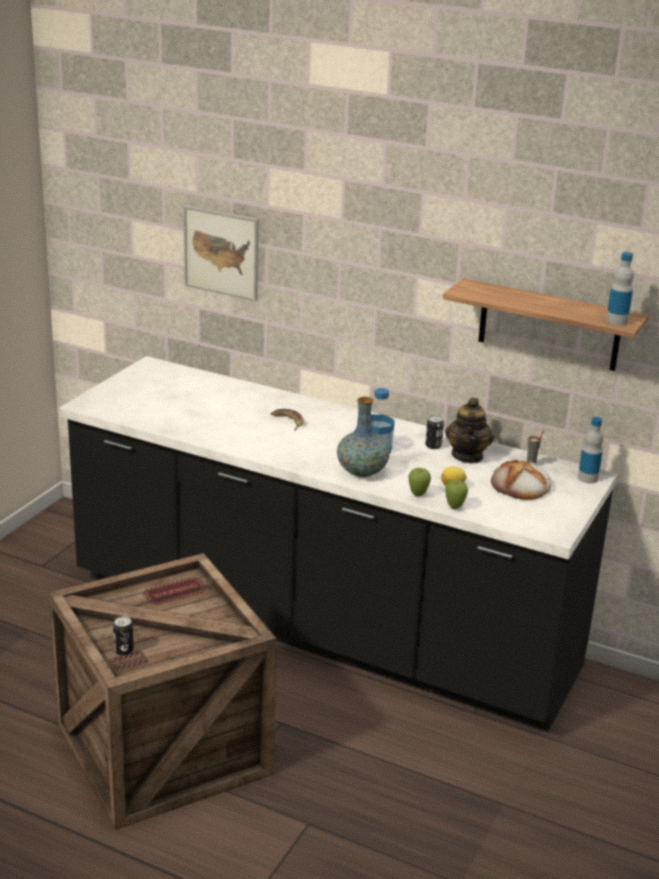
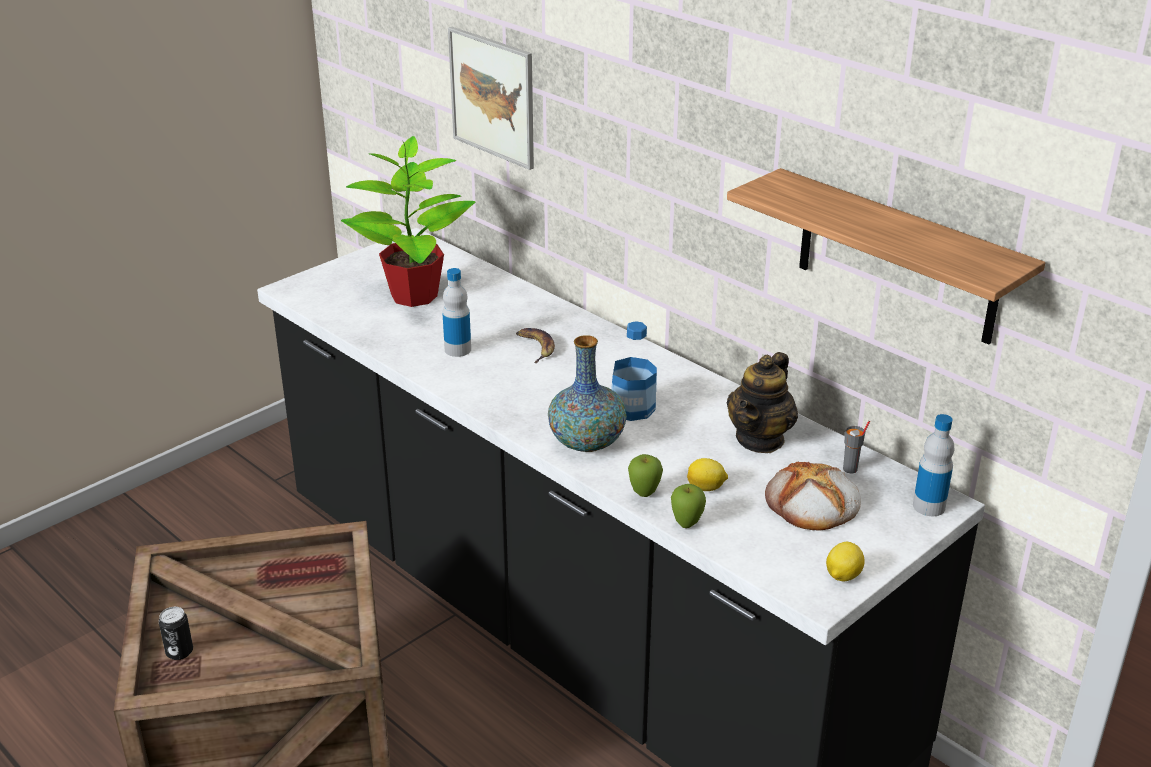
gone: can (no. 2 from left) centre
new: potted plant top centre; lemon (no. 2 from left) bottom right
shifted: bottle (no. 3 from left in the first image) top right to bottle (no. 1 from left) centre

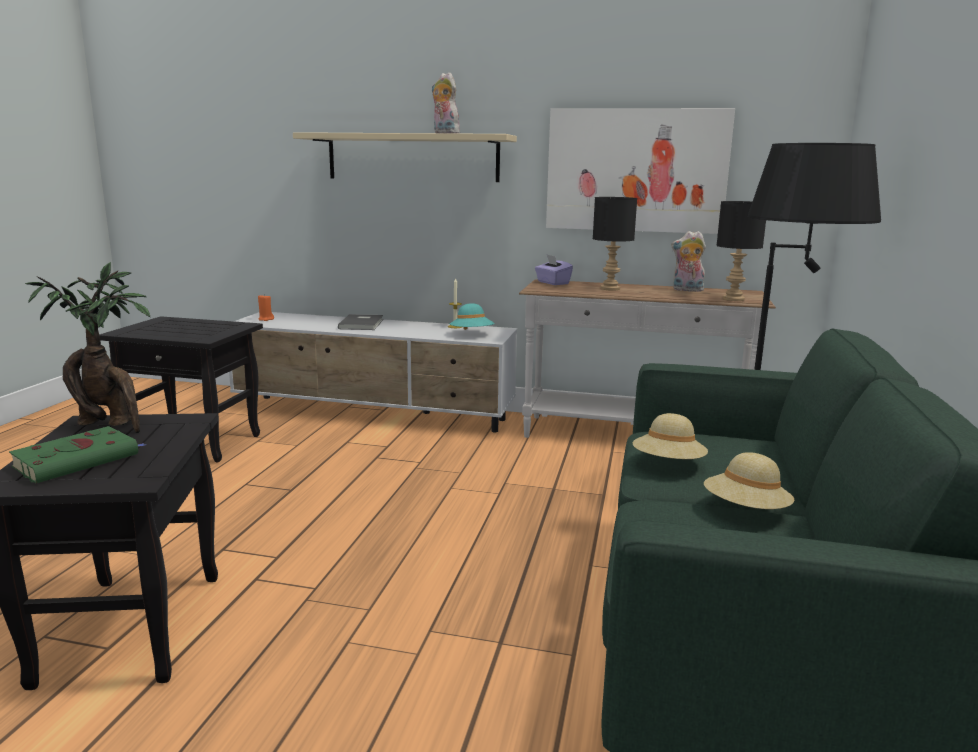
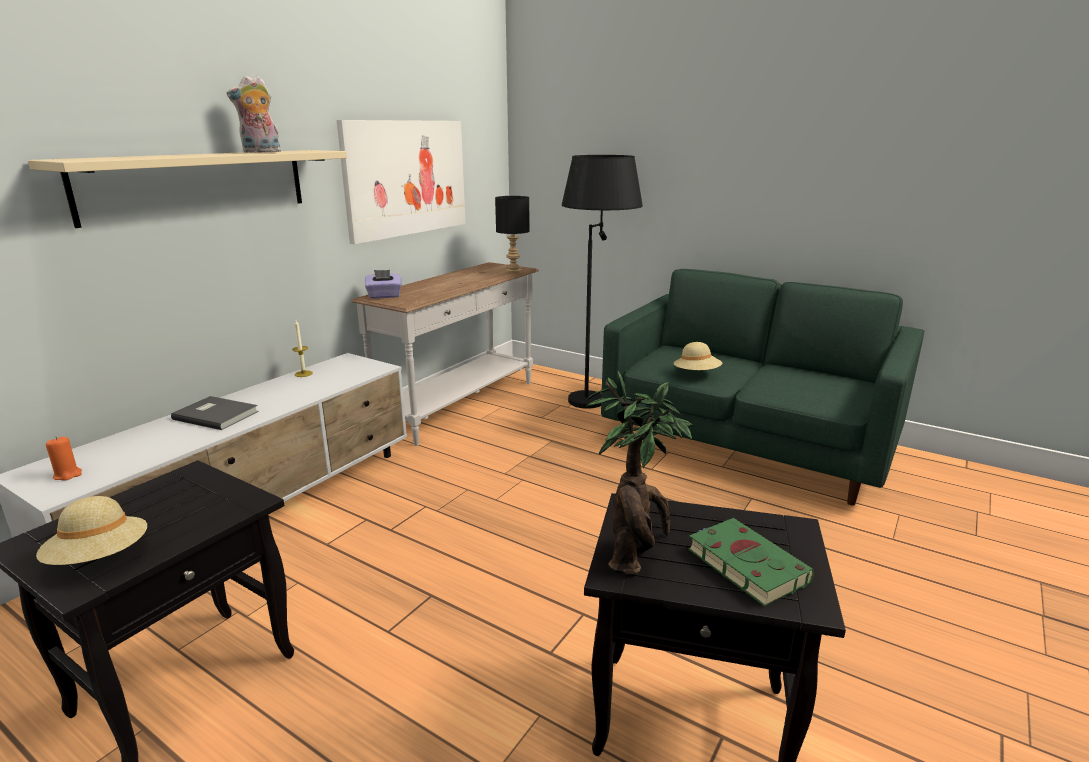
gone: black table lamp (no. 1 from left) top centre; plush toy (no. 2 from left) middle right; turquoise hat centre
shifted: beige hat (no. 2 from left in the first image) middle right to beige hat (no. 1 from left) bottom left

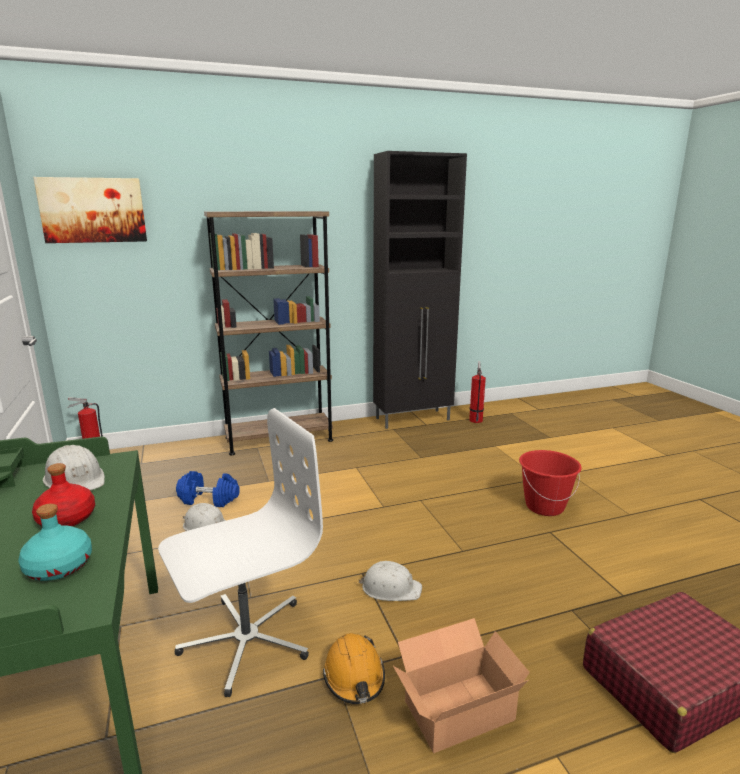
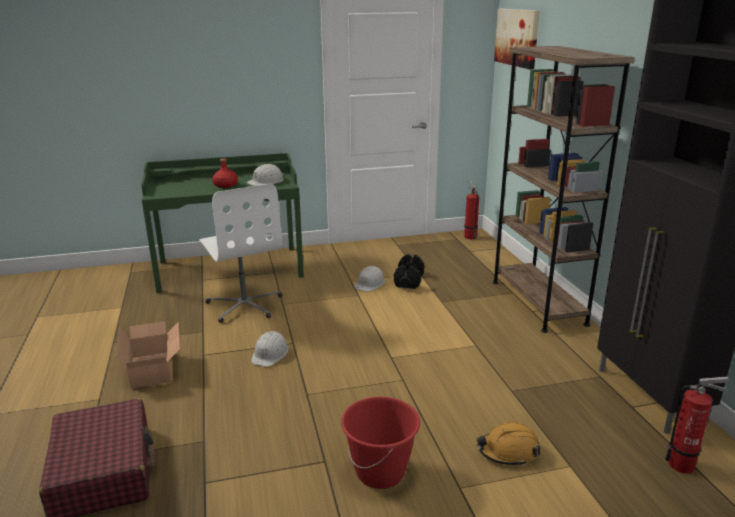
gone: turquoise bottle bottom left
shifted: orange hard hat bottom centre to bottom right
repainted: blue dumbbell middle left to black dumbbell centre

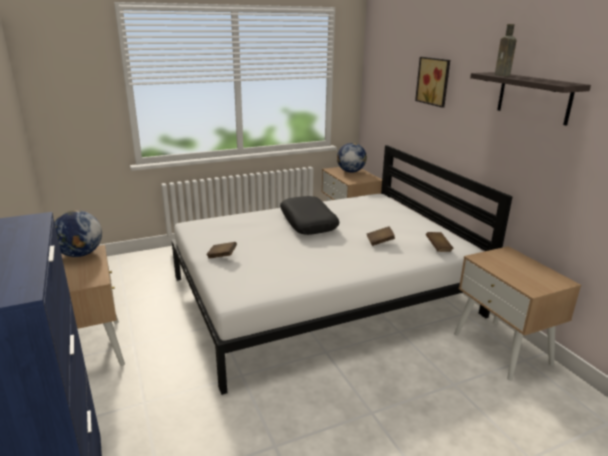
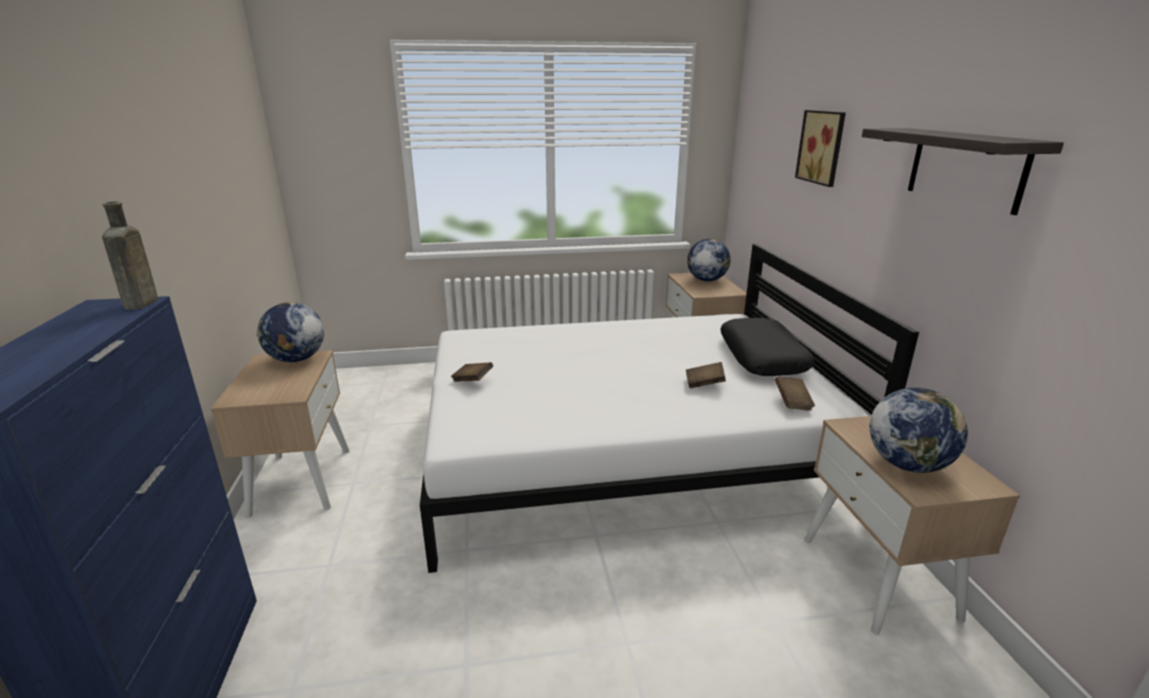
new: globe (no. 3 from left) middle right
shifted: brown bottle top right to middle left; black pillow centre to middle right

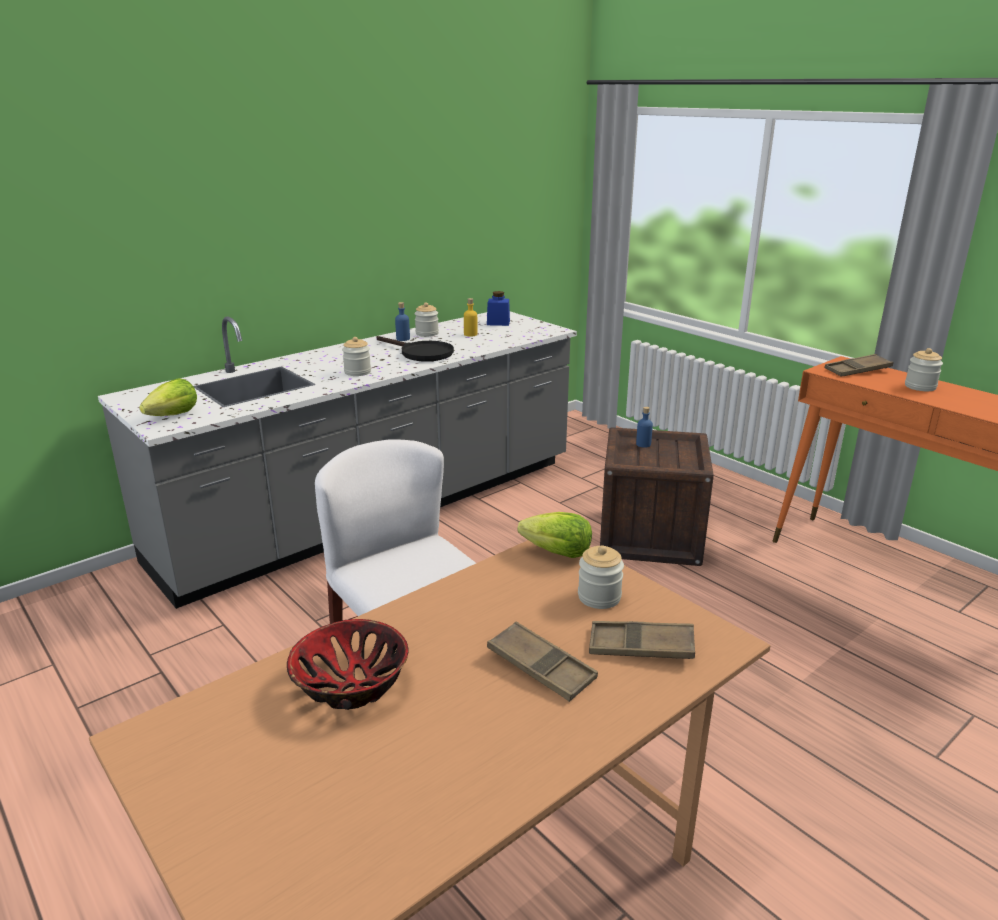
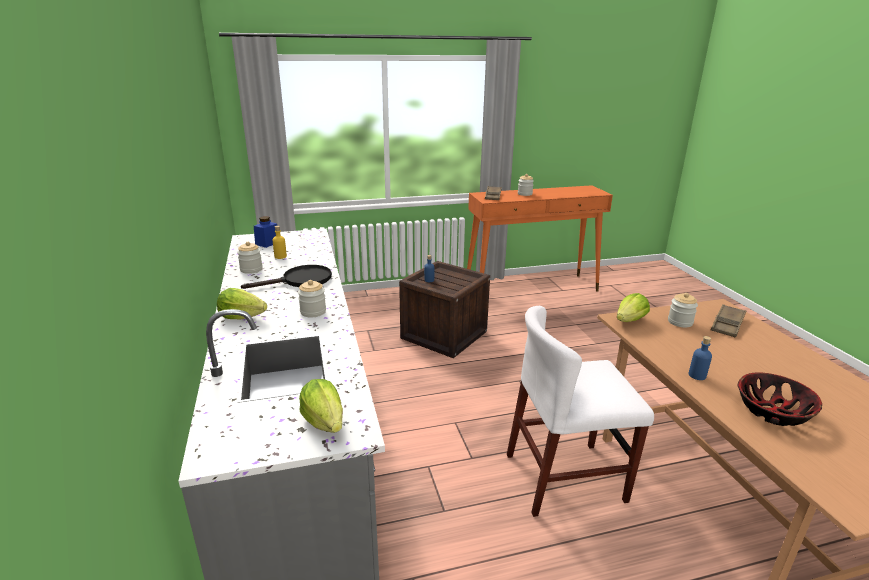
gone: brown tray (no. 1 from left) bottom centre
new: lettuce (no. 1 from left) middle left
shifted: blue bottle (no. 1 from left in the first image) centre to blue bottle (no. 2 from left) middle right

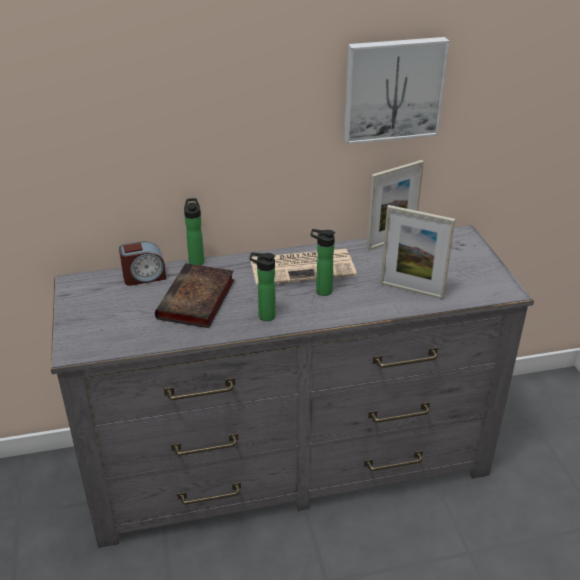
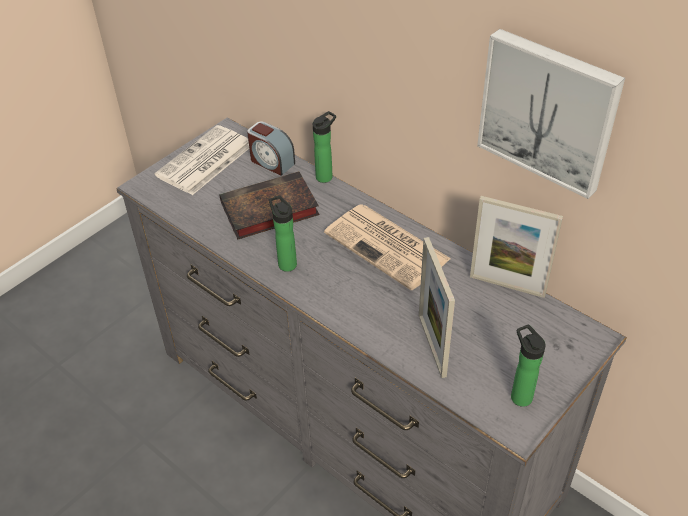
new: newspaper (no. 1 from left) top left
shifted: bottle (no. 3 from left) centre to bottom right

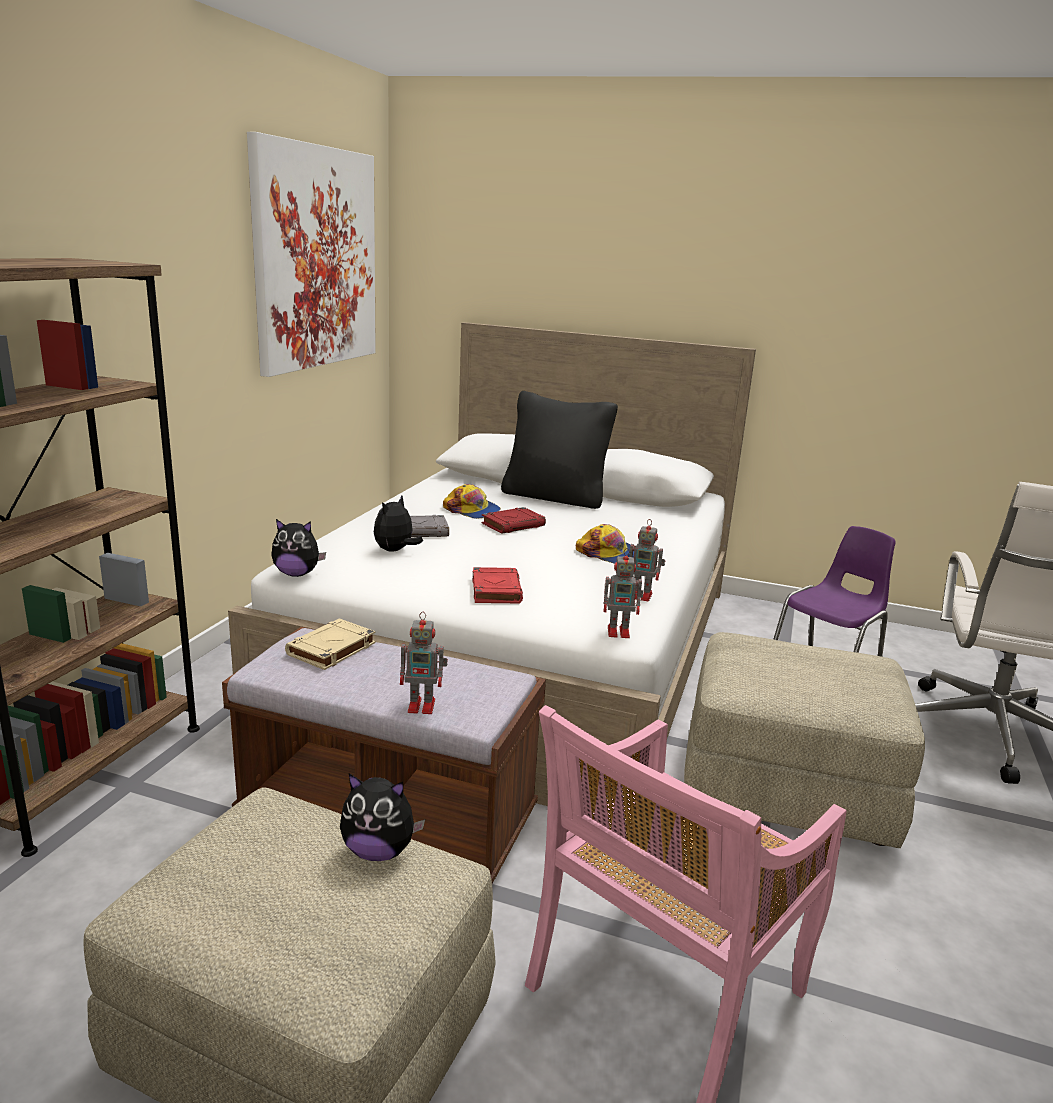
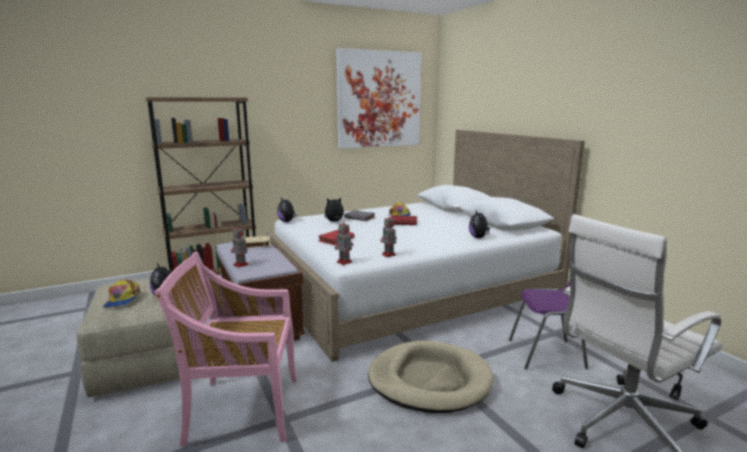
gone: black pillow centre
new: plush toy (no. 4 from left) centre
shifted: cap (no. 2 from left in the first image) centre to cap (no. 1 from left) middle left
swapped: beige ottoman (no. 2 from left) bottom right to beige dog bed bottom centre

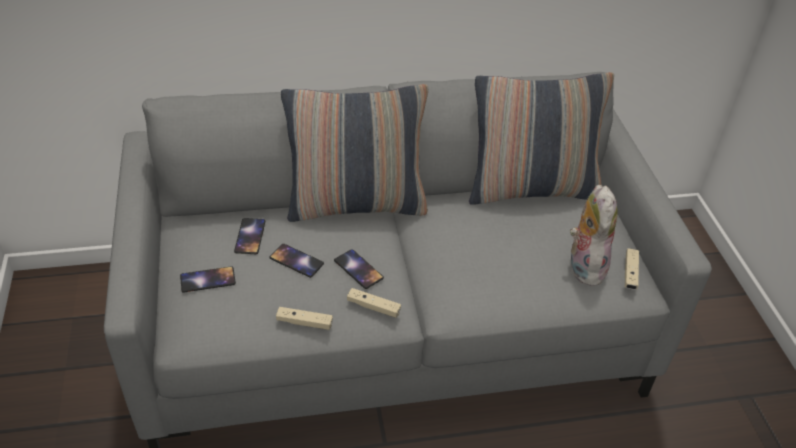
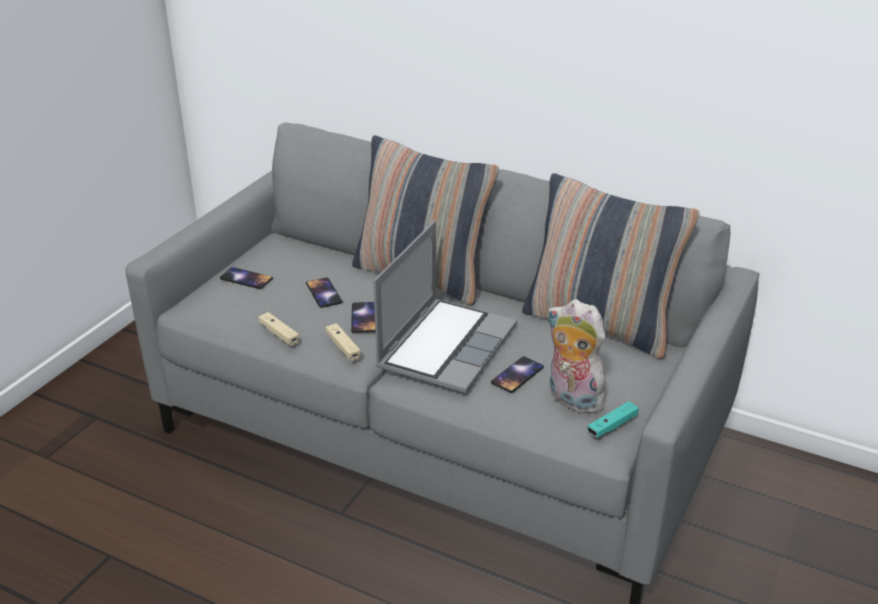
new: laptop centre
shifted: phone (no. 2 from left in the first image) middle left to phone (no. 4 from left) centre
repainted: beige game controller (no. 3 from left) middle right to turquoise game controller bottom right
rotated: plush toy middle right = centre 90 degrees counterclockwise

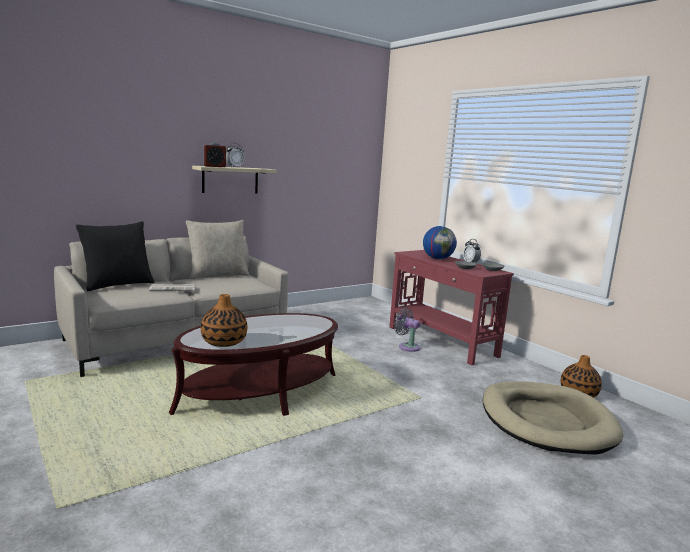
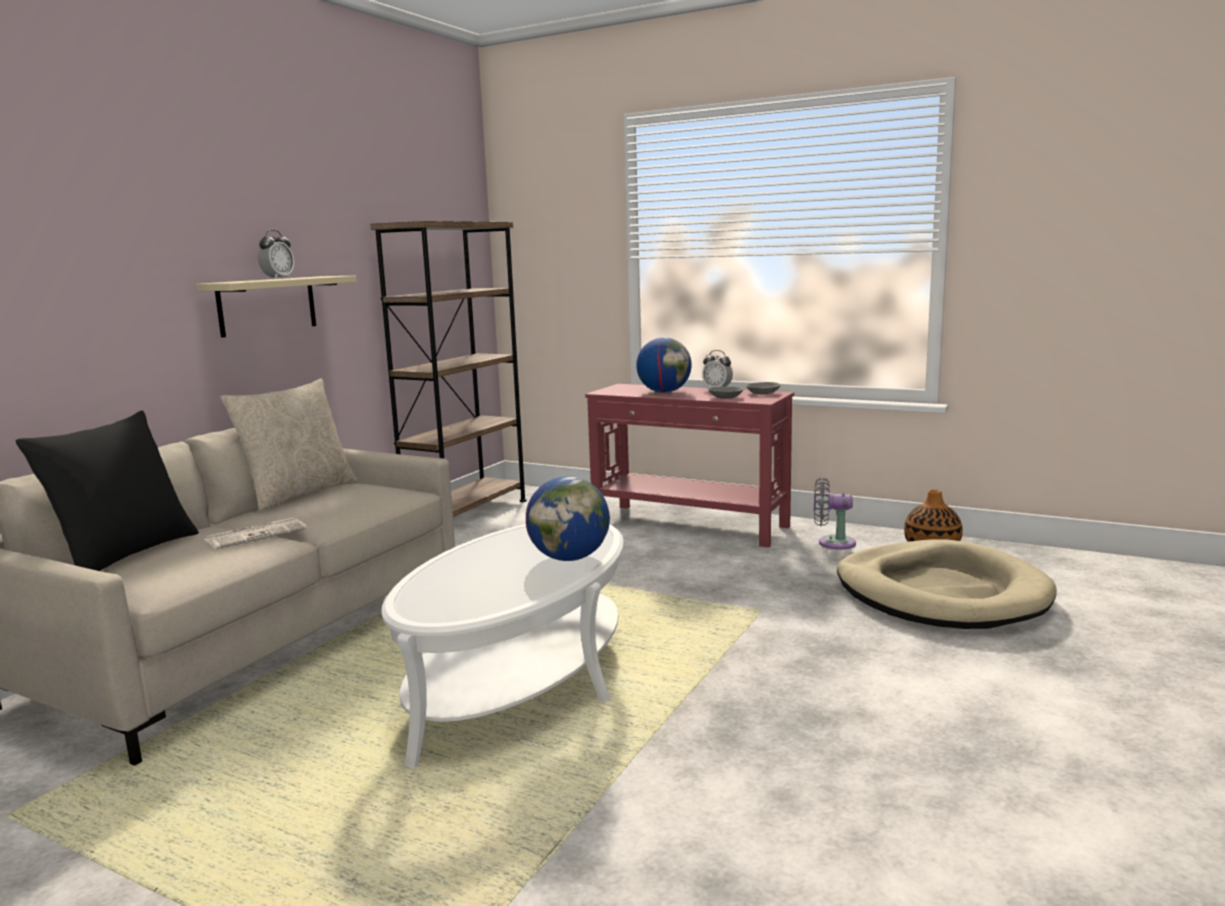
gone: alarm clock (no. 1 from left) top left; vase (no. 1 from left) middle left
new: brown bookcase centre; globe (no. 1 from left) centre
shifted: grey fan centre to middle right
repainted: brown coffee table centre to white coffee table bottom centre

